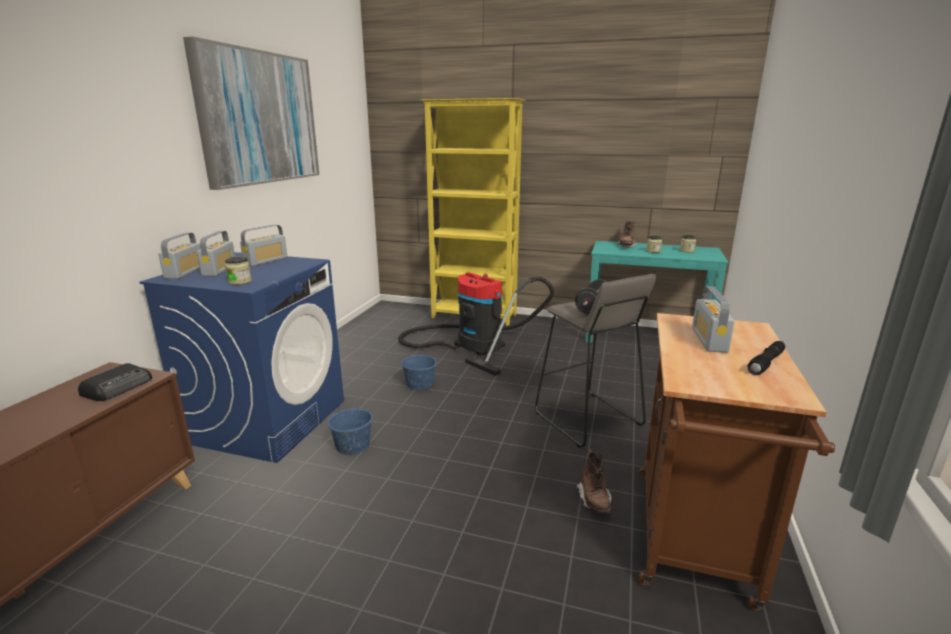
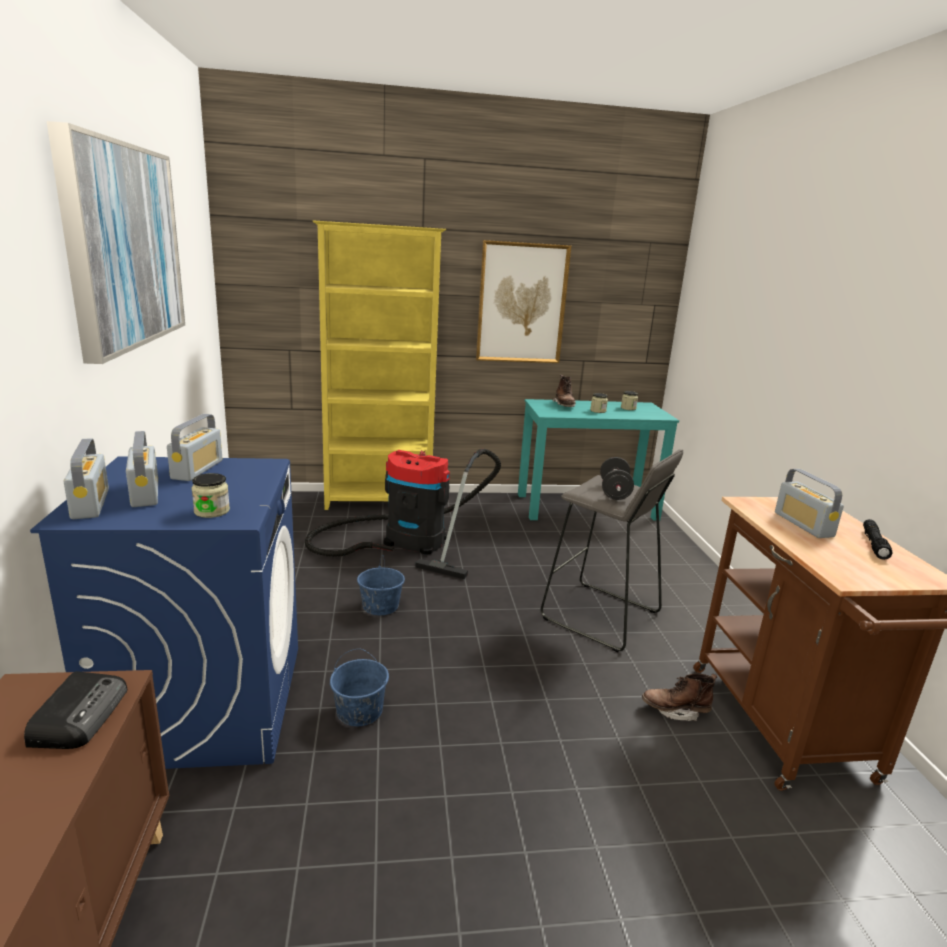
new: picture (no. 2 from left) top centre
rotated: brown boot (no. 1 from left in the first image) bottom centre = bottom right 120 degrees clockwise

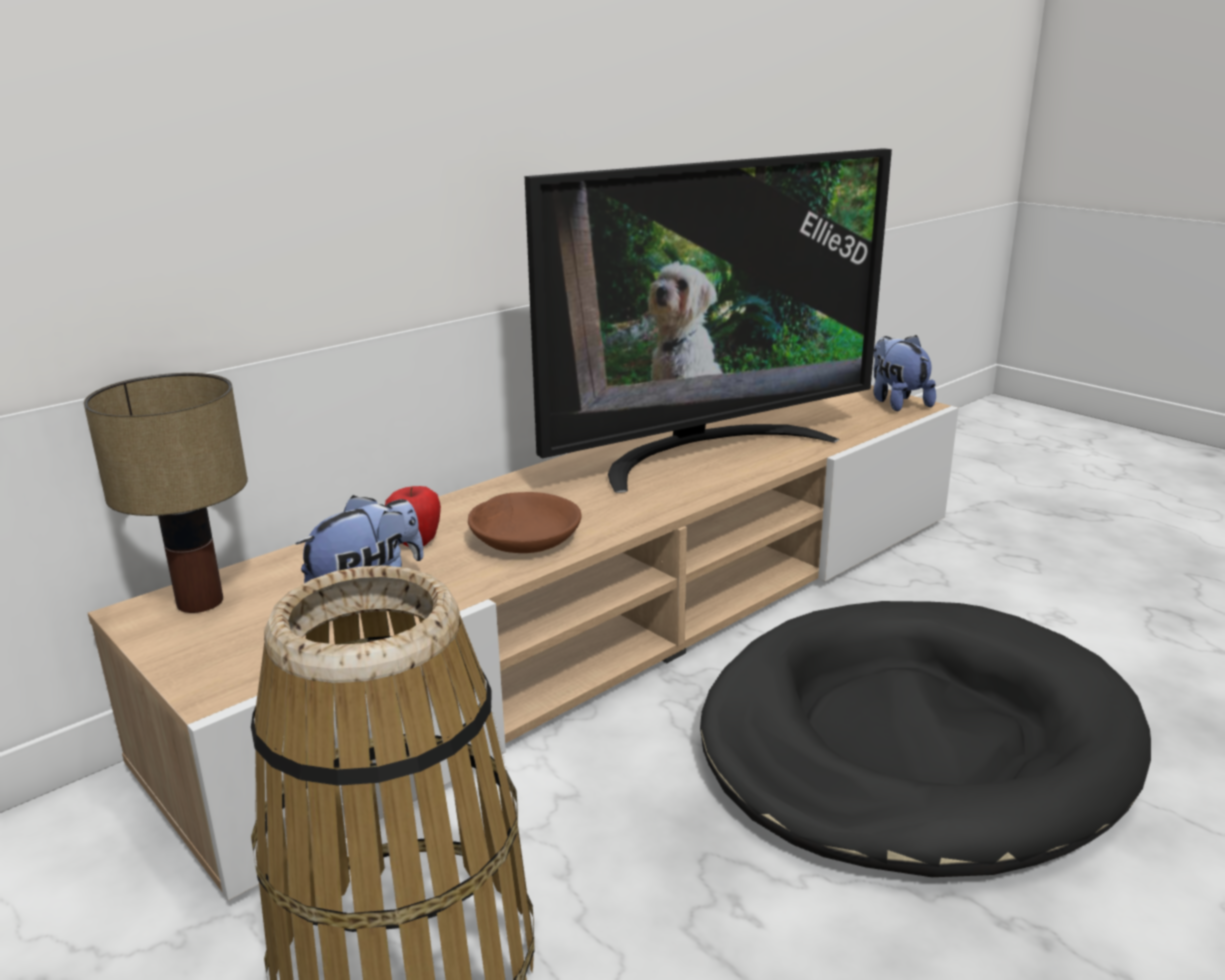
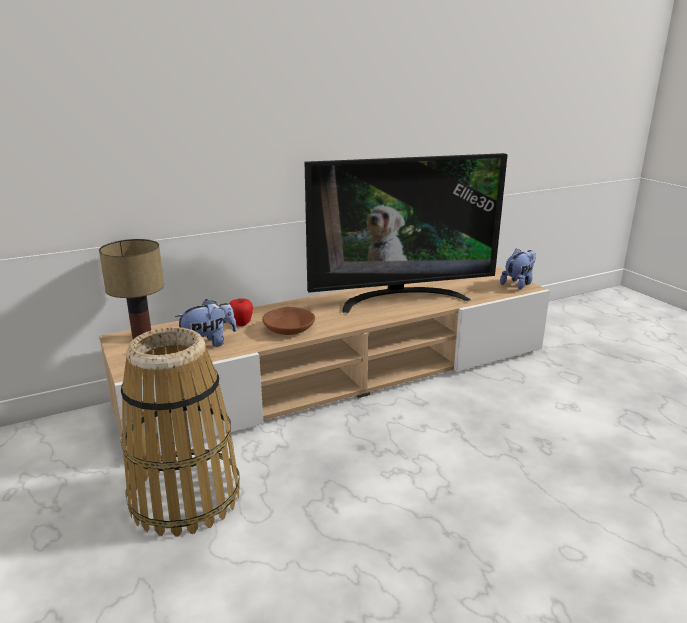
gone: black dog bed bottom right
rotated: plush toy (no. 2 from left) middle right = middle right 45 degrees clockwise

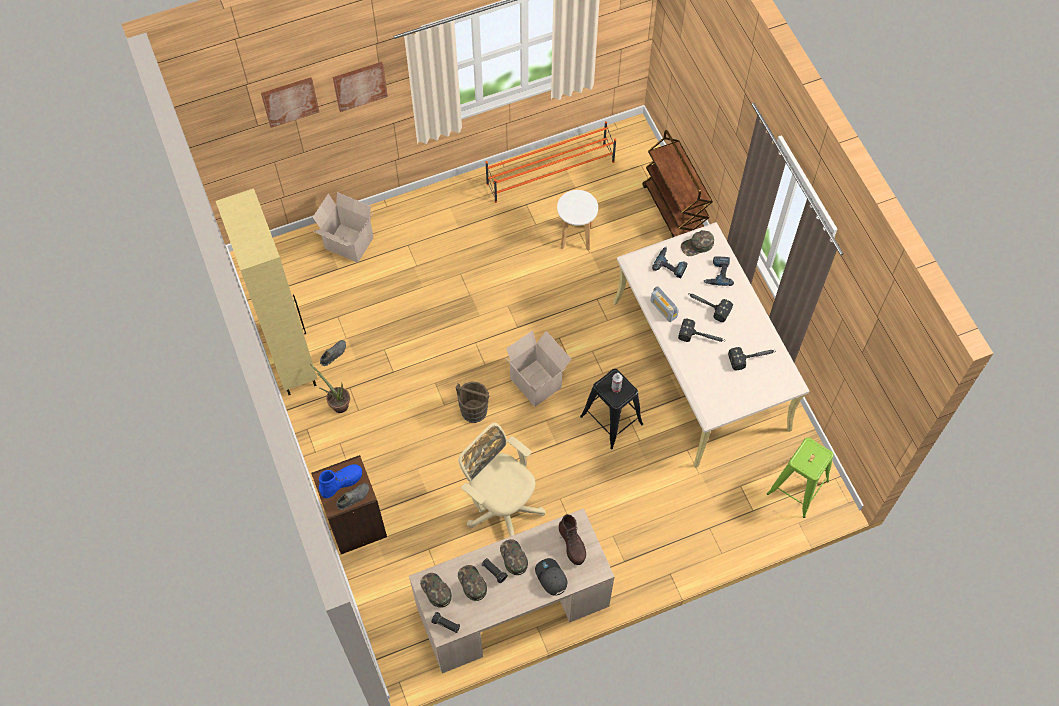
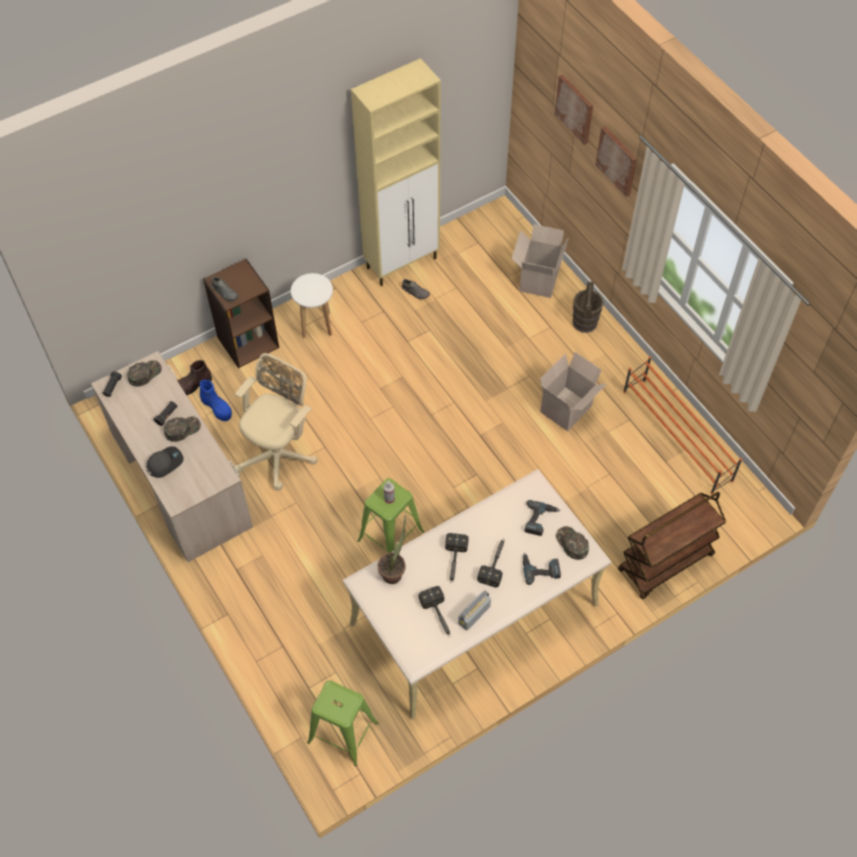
gone: green cap (no. 2 from left) bottom centre
shifted: white stool top centre to centre; radio centre to bottom centre; cardboard box (no. 2 from left) centre to middle right; potted plant middle left to centre; brown bucket centre to middle right; blue boot bottom left to middle left; brown boot bottom centre to middle left
repainted: black stool centre to green stool (no. 2 from left) centre

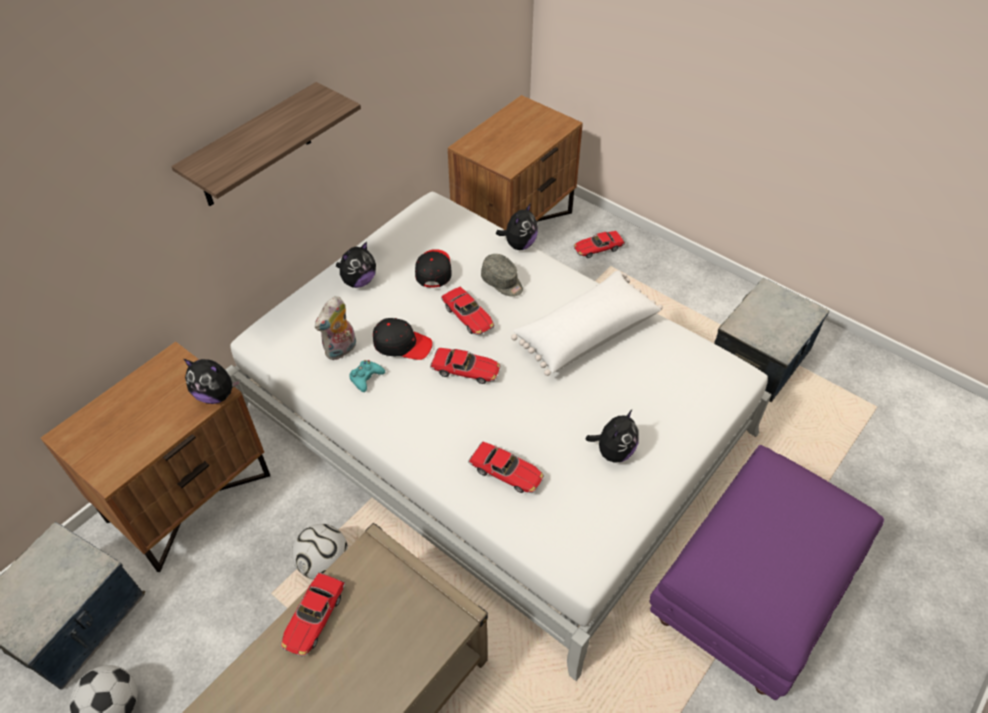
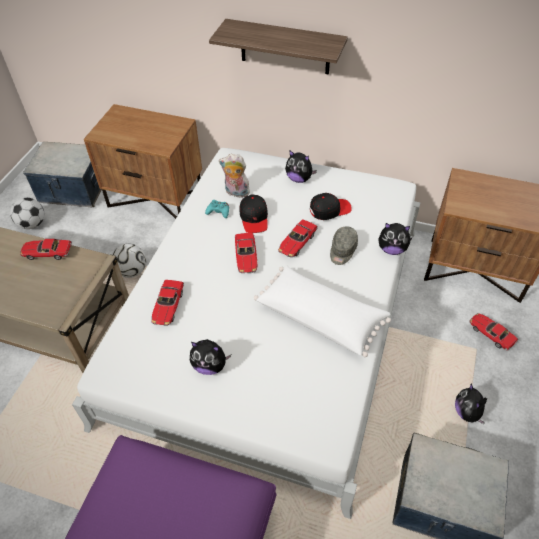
shifted: plush toy (no. 1 from left in the first image) middle left to plush toy (no. 5 from left) bottom right

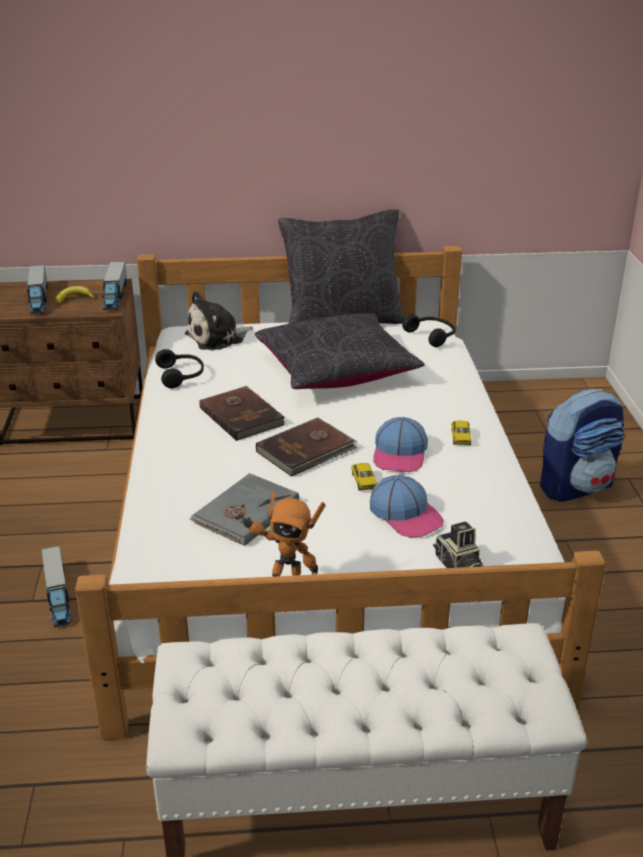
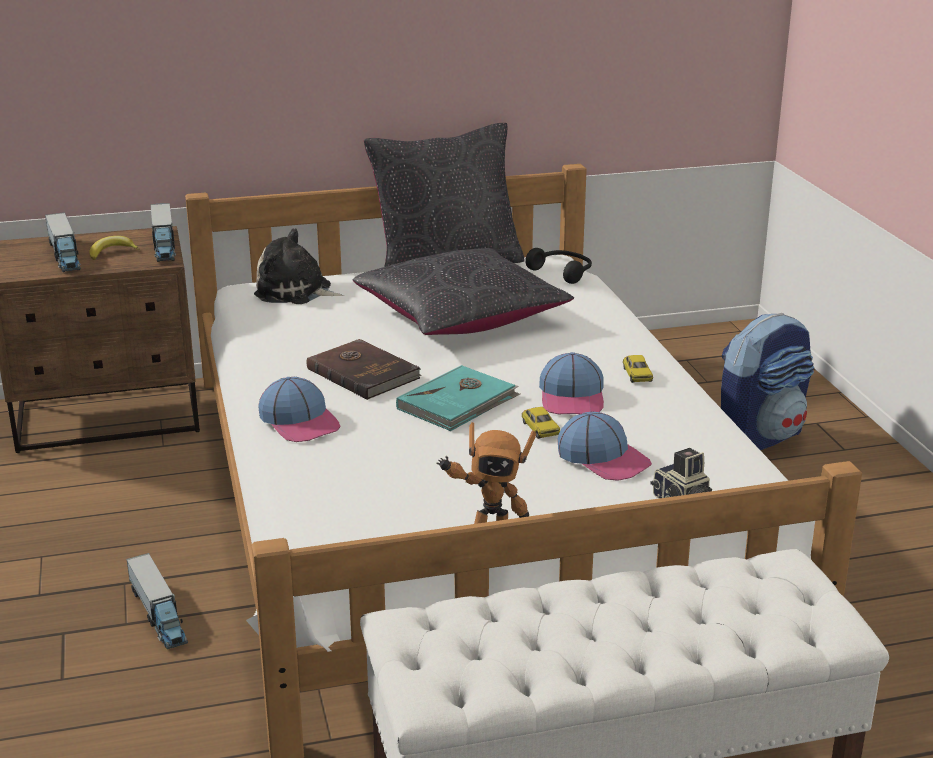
gone: black headphones (no. 1 from left) middle left; grey book centre
new: cap (no. 1 from left) middle left
repainted: brown book (no. 2 from left) centre to turquoise book centre
rotated: plush toy centre = middle left 60 degrees clockwise

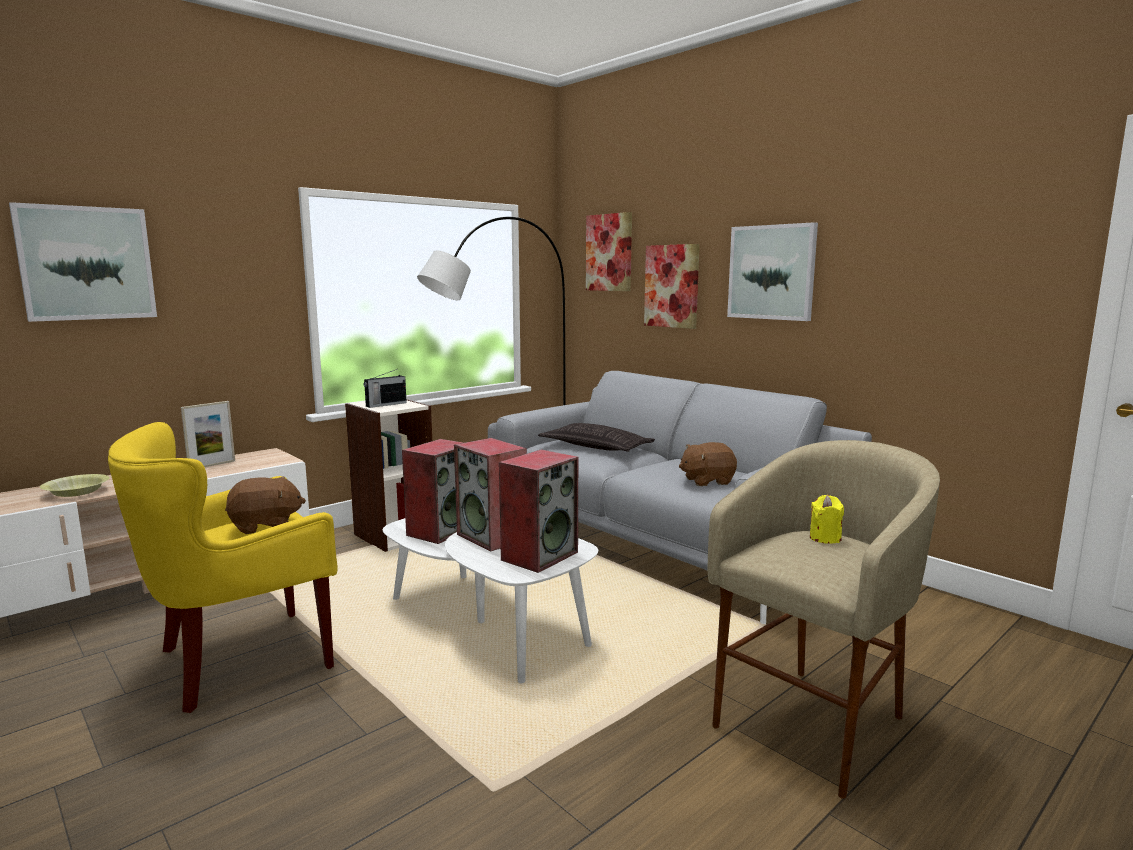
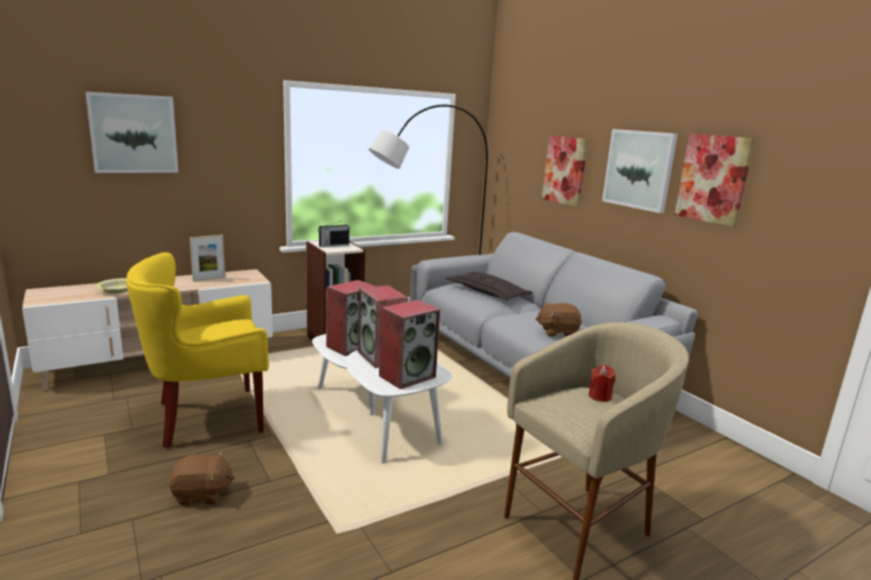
shifted: picture (no. 2 from left in the first image) top centre to picture (no. 4 from left) top right; brown plush toy (no. 1 from left) middle left to bottom left
repainted: yellow candle middle right to red candle middle right

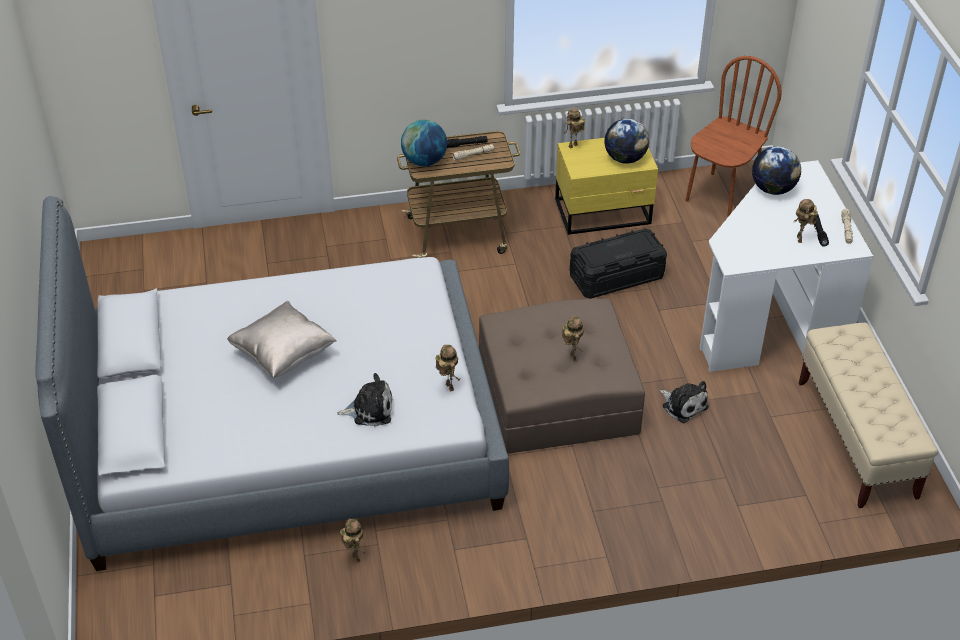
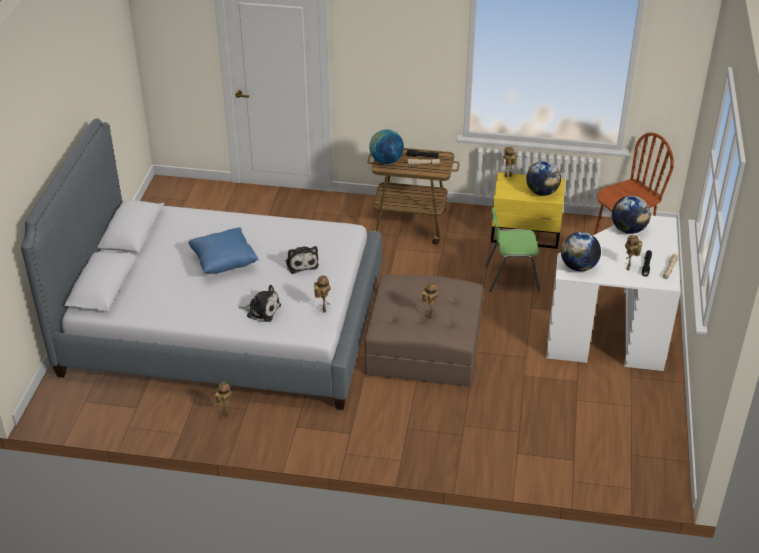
gone: beige bench middle right
new: globe (no. 3 from left) middle right
shifted: plush toy (no. 2 from left) middle right to centre
swapped: black storage box centre to green chair middle right
repainted: beige pillow middle left to blue pillow middle left

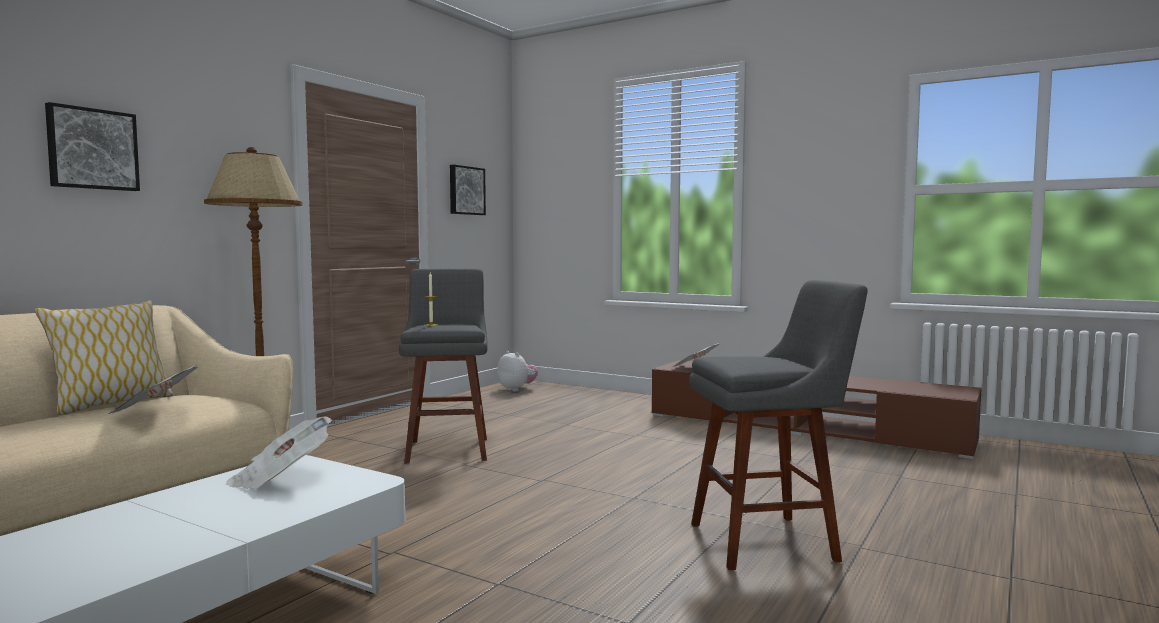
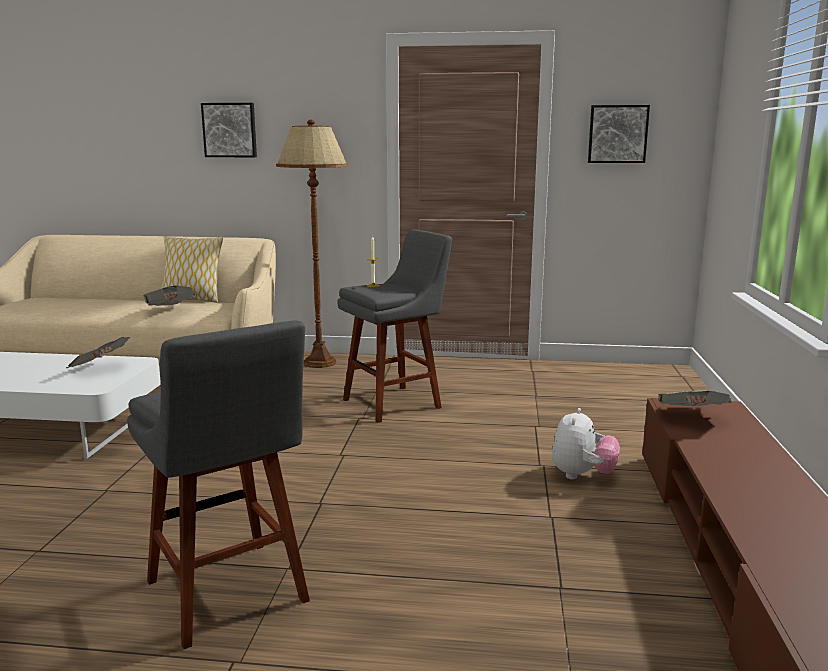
shifted: plush toy centre to middle right

